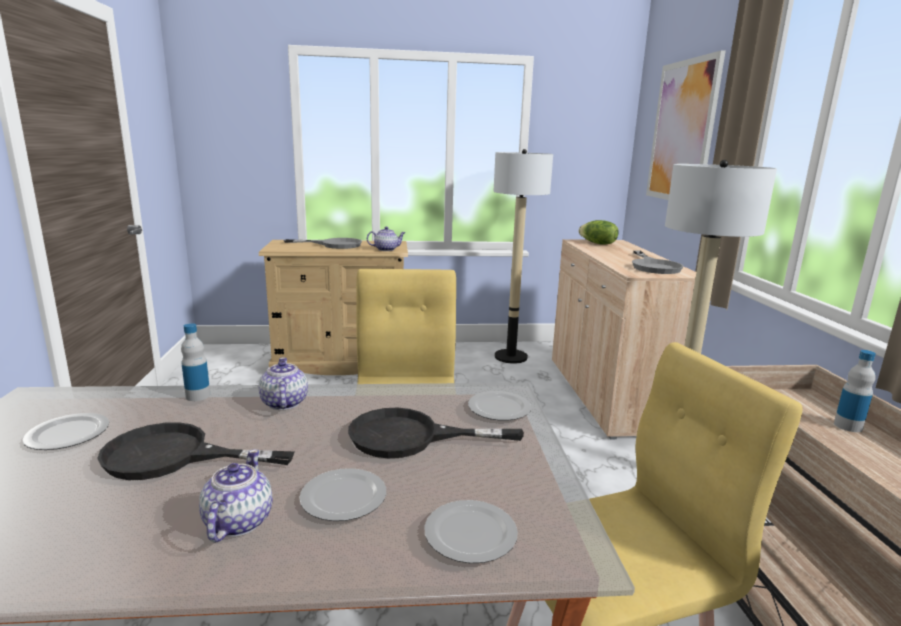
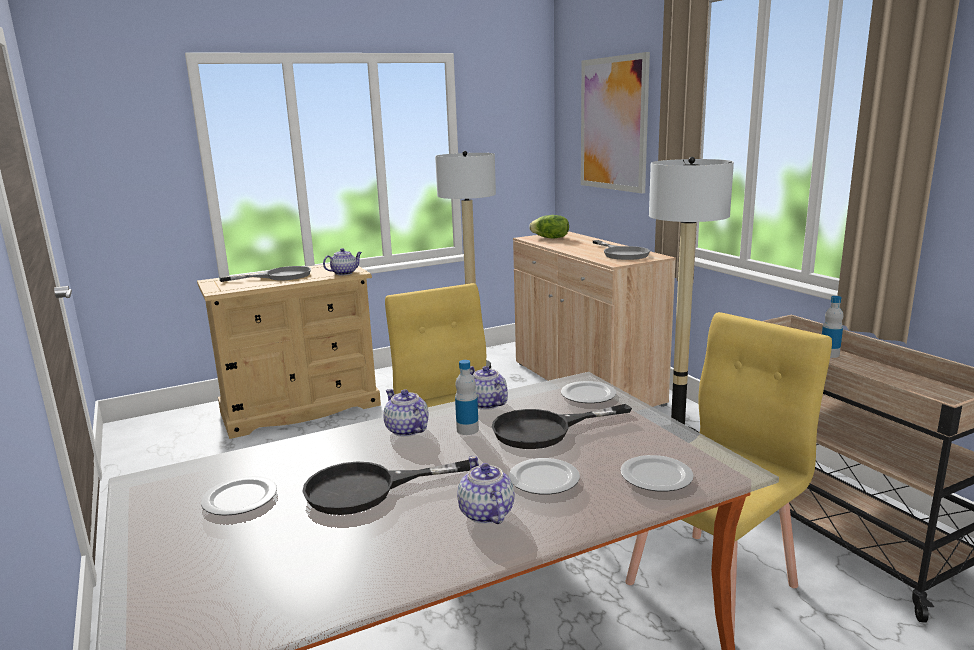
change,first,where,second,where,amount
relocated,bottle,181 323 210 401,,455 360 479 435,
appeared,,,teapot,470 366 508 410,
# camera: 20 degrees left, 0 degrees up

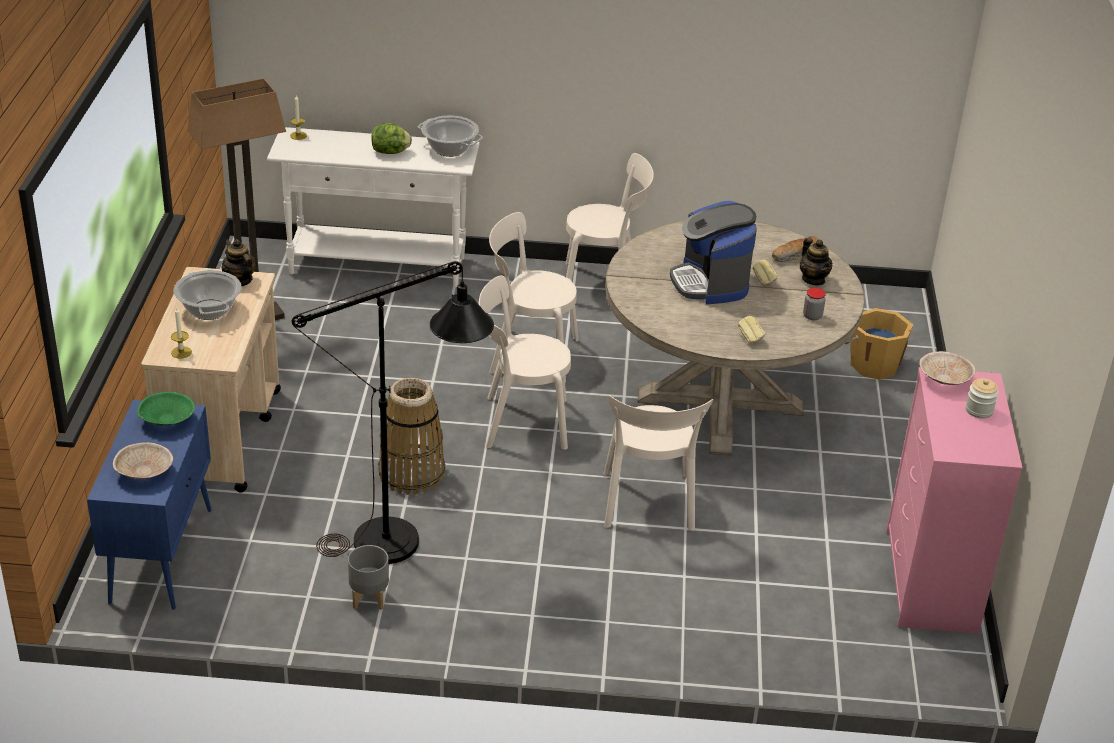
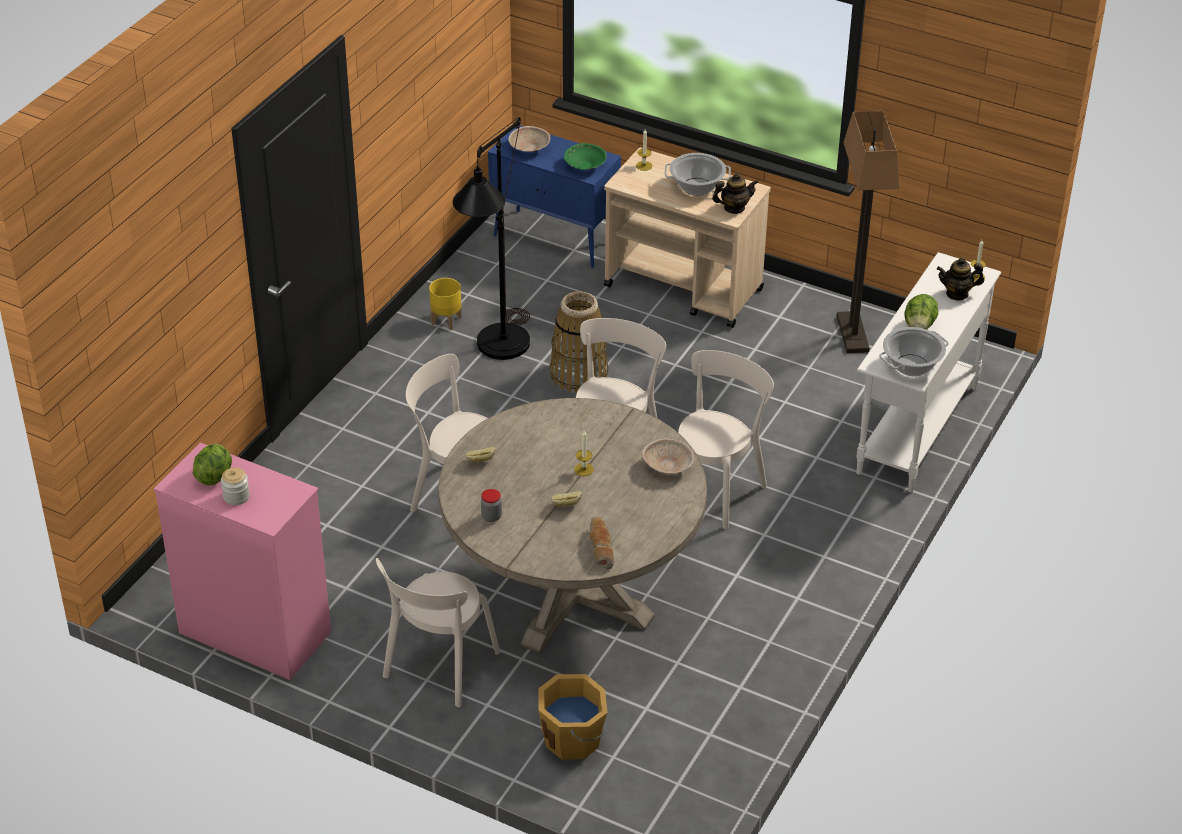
change,first,where,second,where,amount
relocated,beige chair,566 153 654 280,,376 558 500 707,
exchanged,coffee machine,670 201 757 304,candle,574 431 594 476,
relocated,teapot,800 237 832 286,,937 258 984 301,
relocated,beige bowl,919 351 975 385,,642 438 694 473,
colour,grey planter,348 545 389 610,yellow planter,429 278 462 330,
appeared,,,lettuce,193 444 232 486,
# camera: 115 degrees right, 5 degrees up

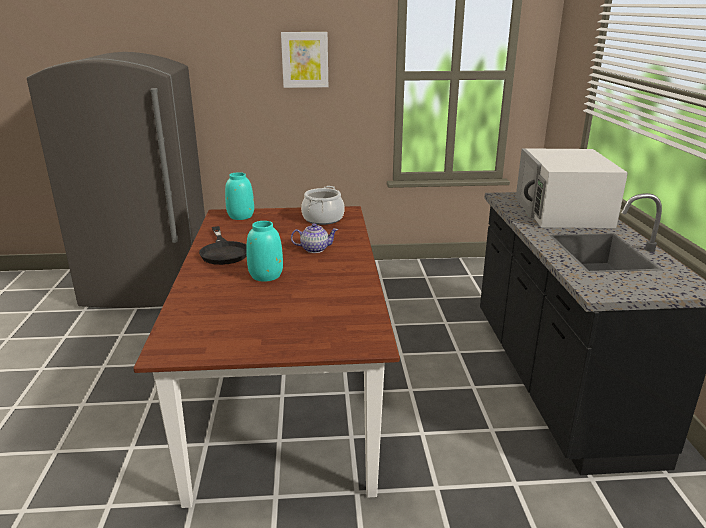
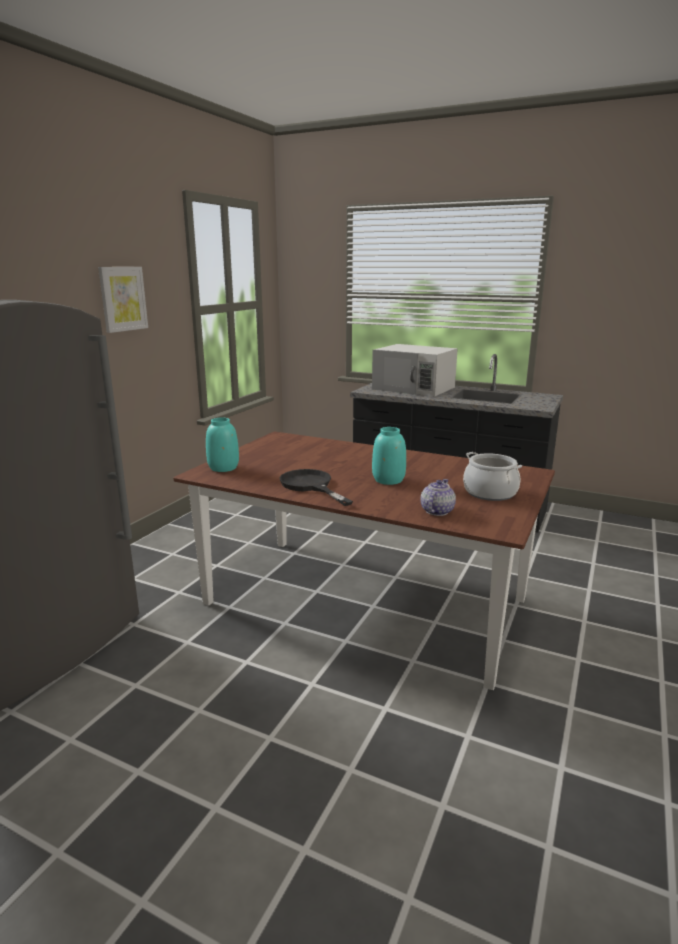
change,first,where,second,where,amount
relocated,cooking pot,301 186 345 225,,463 452 522 501,
relocated,teapot,291 223 338 253,,421 479 456 516,
spun,black frying pan,199 226 247 265,,280 469 353 506,135 degrees counterclockwise
# camera: 60 degrees left, 5 degrees down

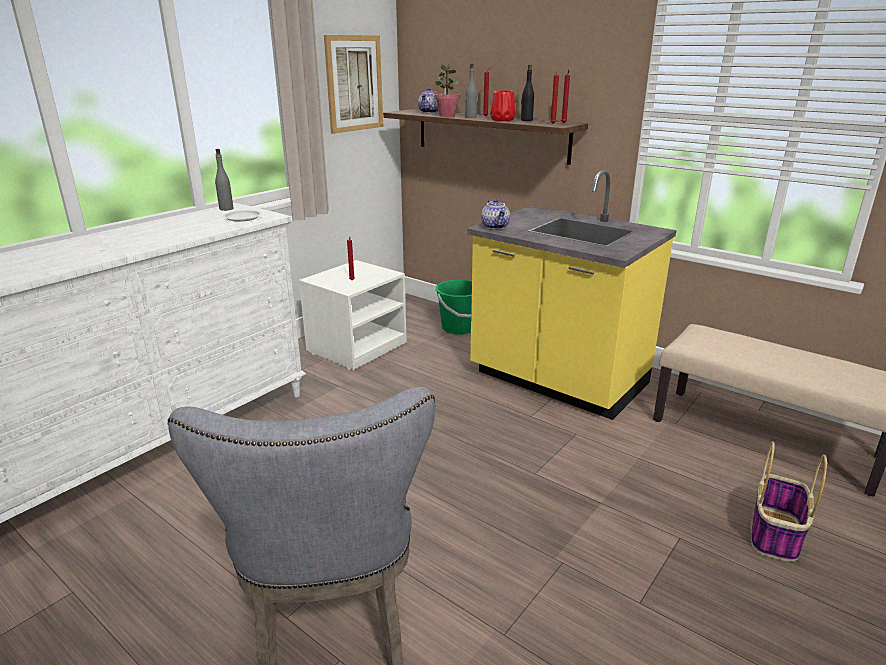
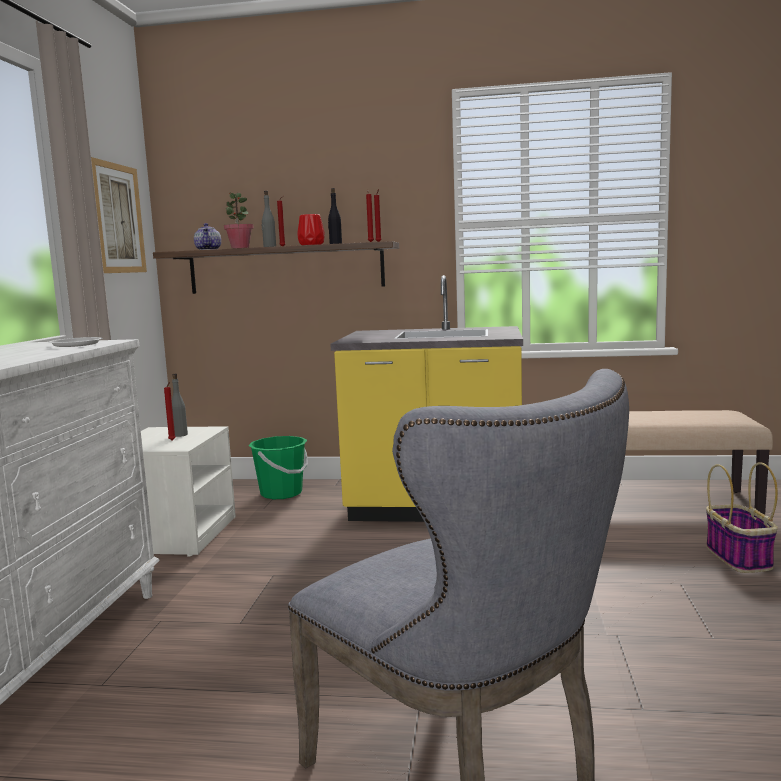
change,first,where,second,where,amount
relocated,grey bottle,215 149 233 211,,172 374 188 437,
missing,teapot,481 199 510 229,,,
# camera: 30 degrees left, 15 degrees down

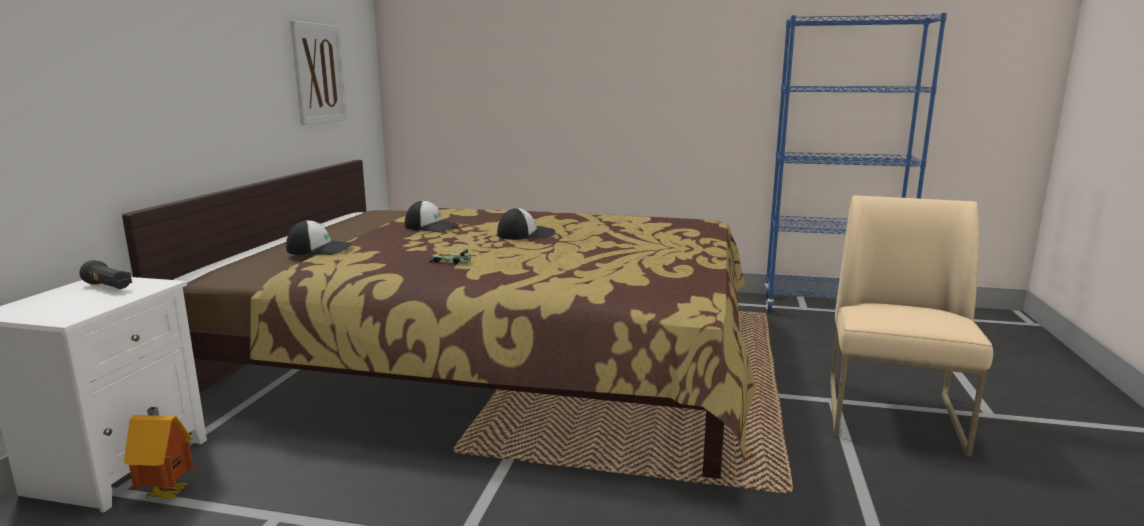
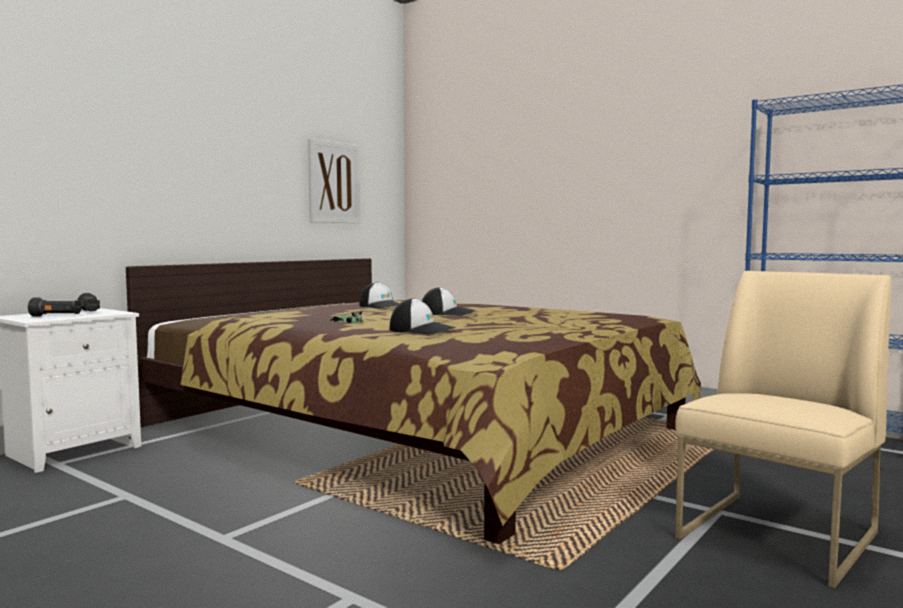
change,first,where,second,where,amount
relocated,cap,286 220 352 255,,390 298 456 334,
missing,toy house,124 407 194 500,,,
appeared,,,black flashlight,28 298 82 317,
# camera: 25 degrees right, 10 degrees down

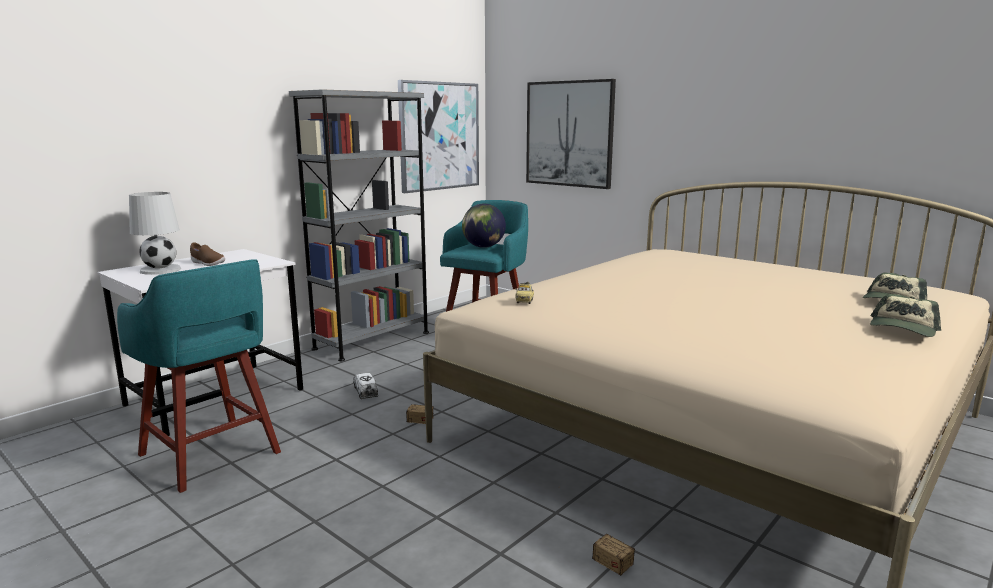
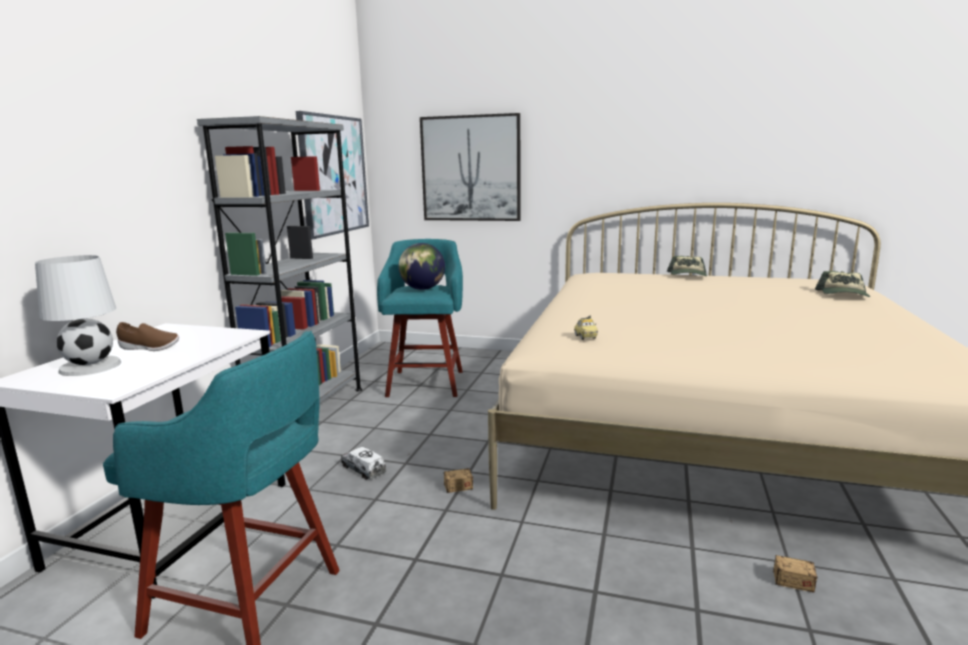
change,first,where,second,where,amount
relocated,cap,870 294 941 337,,667 256 707 276,
# camera: 25 degrees left, 0 degrees up

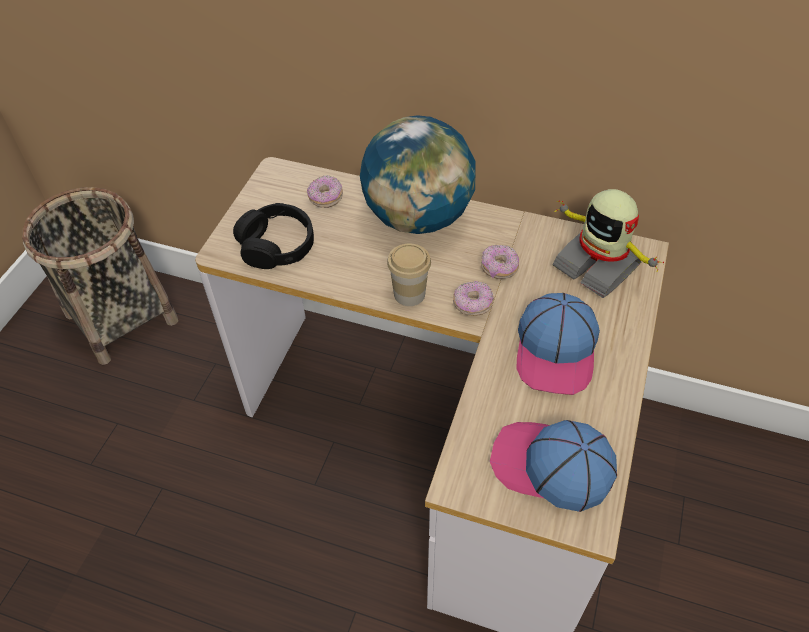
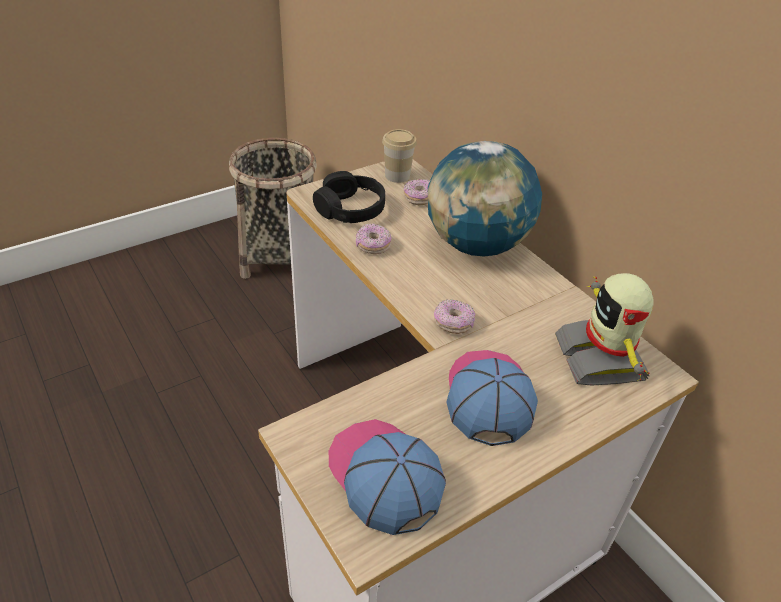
change,first,where,second,where,amount
relocated,cup,387 244 431 306,,382 129 417 183,
relocated,donut,481 245 519 279,,356 223 392 254,
spun,cap,517 293 600 395,,446 350 538 446,135 degrees clockwise
# camera: 35 degrees right, 10 degrees down

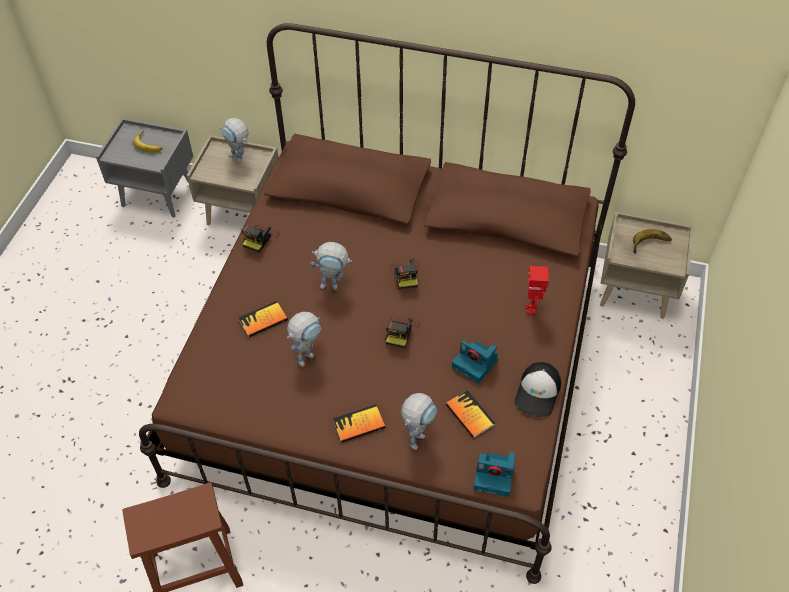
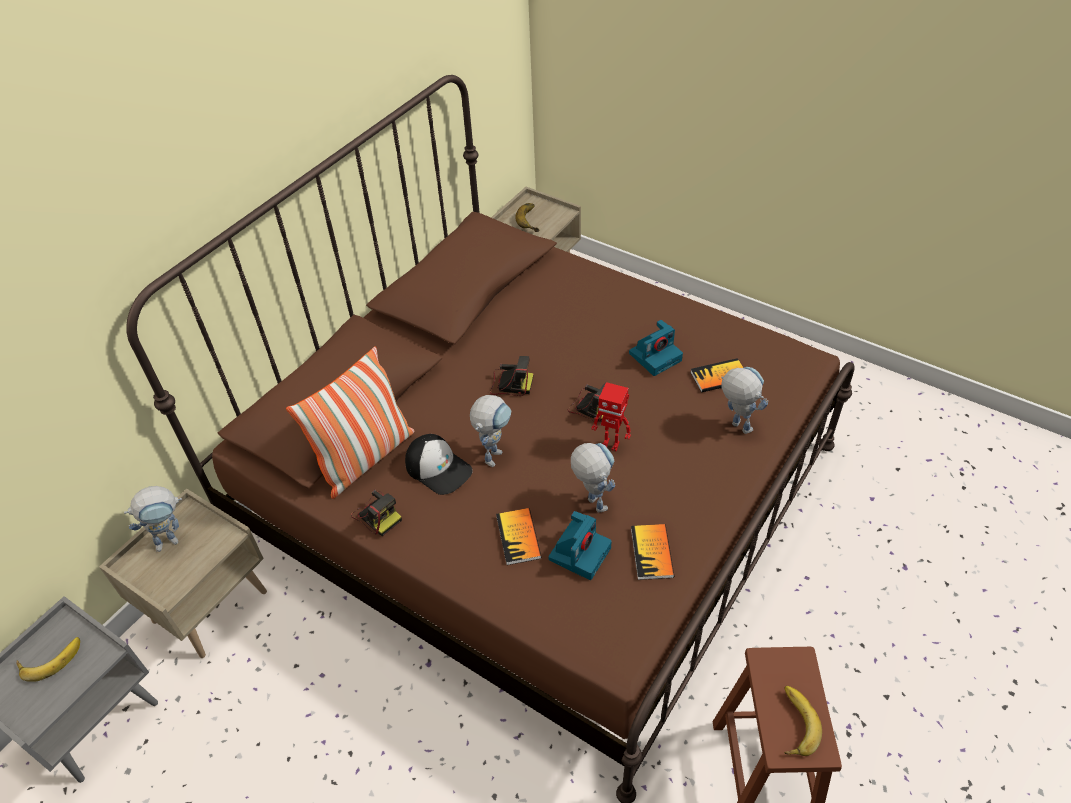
change,first,where,second,where,amount
relocated,toy robot,526 266 549 315,,591 382 631 452,
relocated,cap,514 362 561 417,,405 434 472 495,
relocated,book,333 404 386 443,,631 524 674 580,
relocated,photo camera,474 451 515 497,,548 511 612 580,
appeared,,,pillow,286 346 414 499,
appeared,,,banana,784 686 822 756,
# camera: 70 degrees left, 5 degrees down

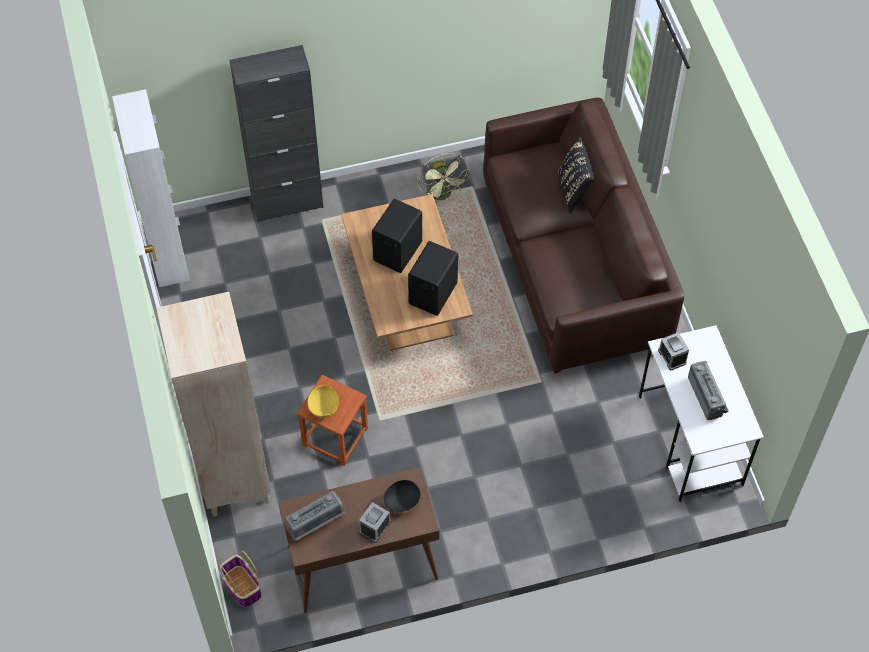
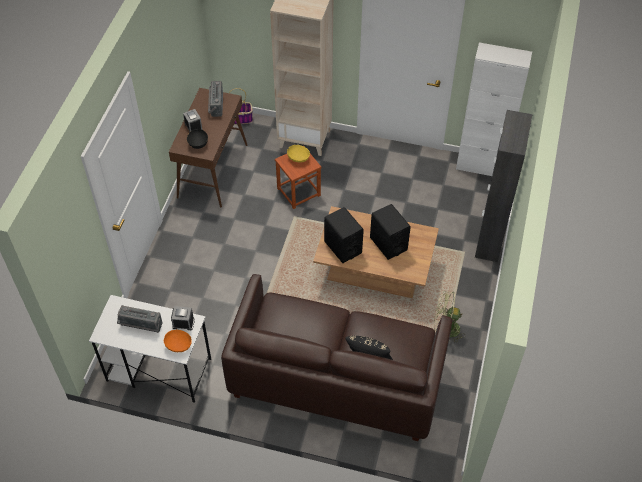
change,first,where,second,where,amount
appeared,,,orange bowl,164 329 192 352,
# camera: 120 degrees right, 5 degrees down

